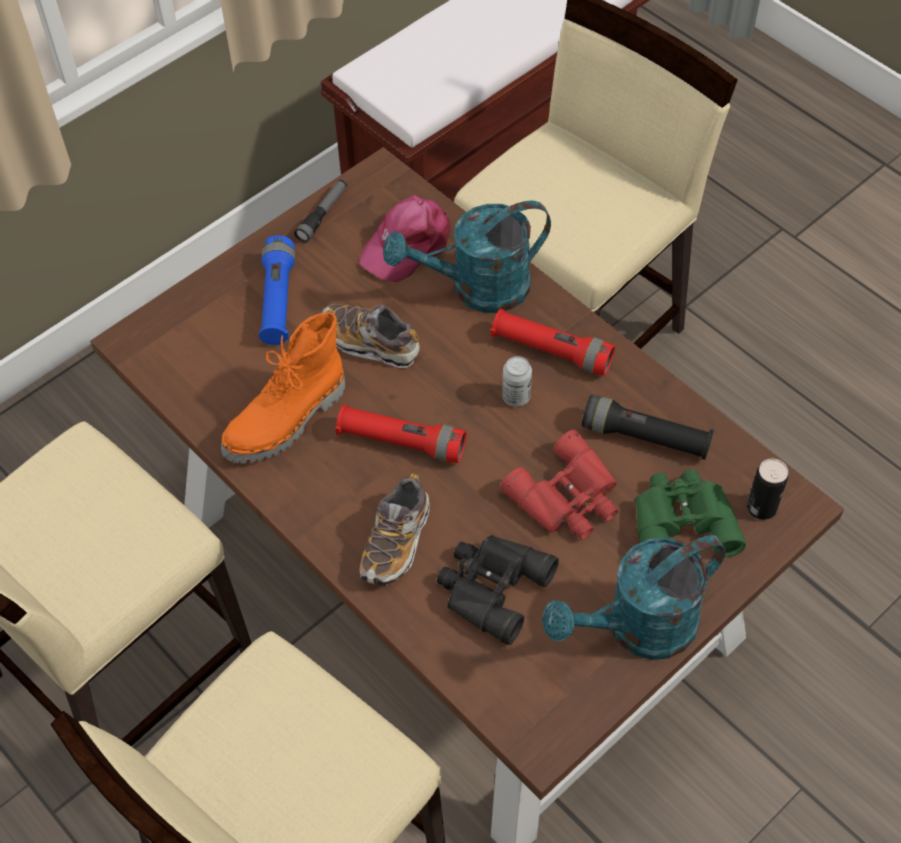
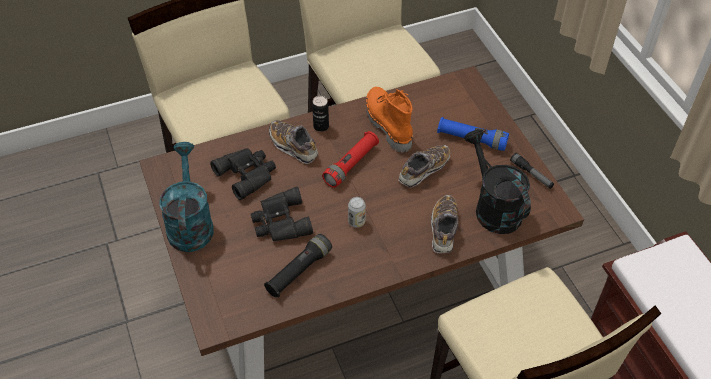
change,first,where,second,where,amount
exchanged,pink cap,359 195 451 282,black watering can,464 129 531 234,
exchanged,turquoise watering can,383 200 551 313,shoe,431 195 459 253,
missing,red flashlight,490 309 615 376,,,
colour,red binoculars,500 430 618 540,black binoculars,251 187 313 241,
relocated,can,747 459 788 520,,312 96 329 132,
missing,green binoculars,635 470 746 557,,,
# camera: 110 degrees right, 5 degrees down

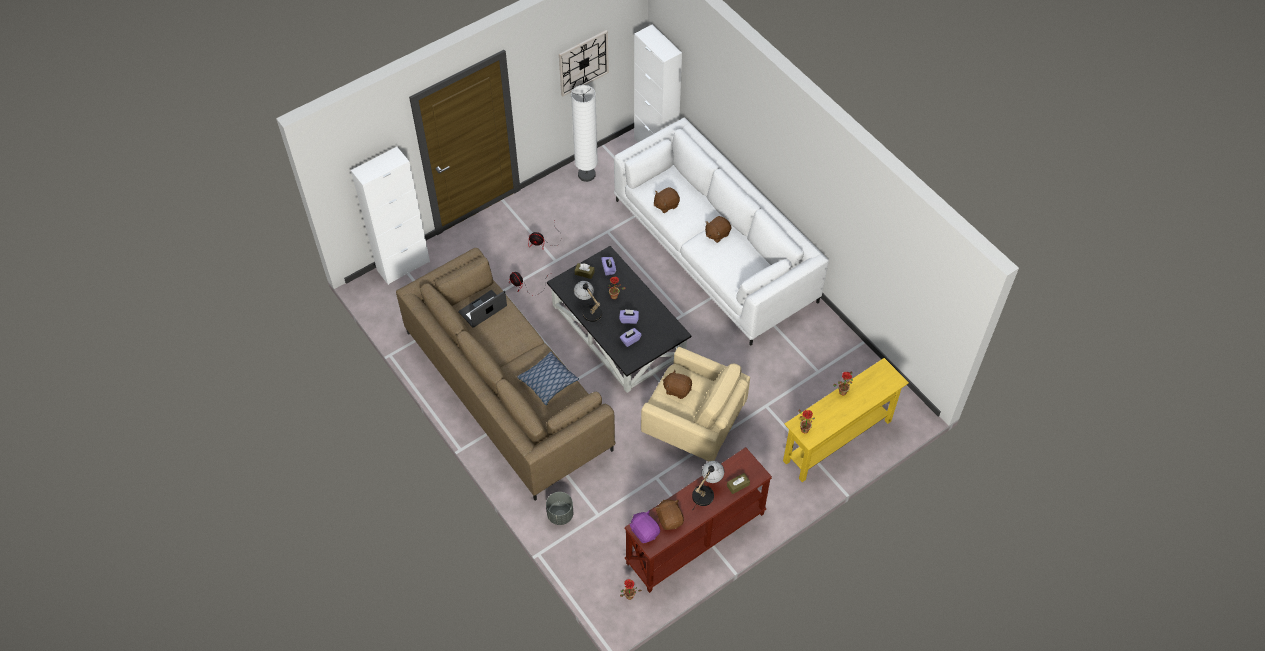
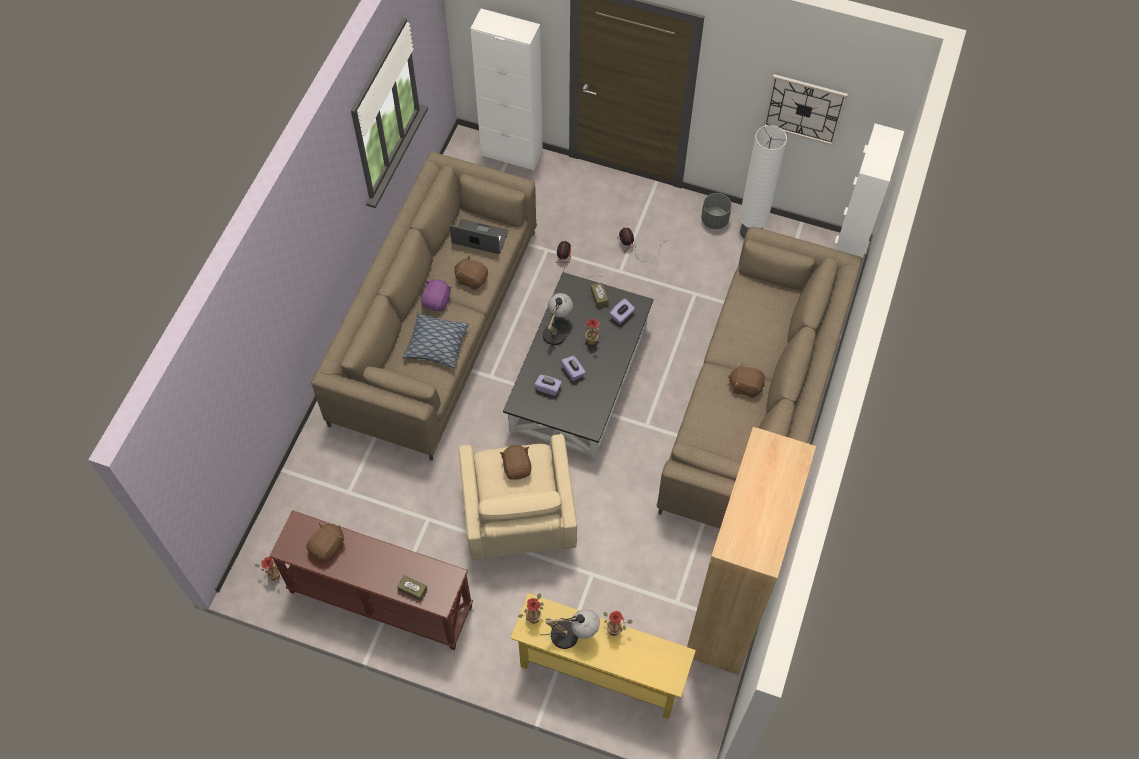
change,first,where,second,where,amount
colour,white sofa,614 118 829 346,brown sofa,657 226 862 529,
relocated,brown plush toy,654 187 680 213,,454 255 488 290,
relocated,table lamp,692 461 724 511,,540 609 600 649,
relocated,grey planter,546 492 573 525,,701 193 732 229,
relocated,purple plush toy,629 510 660 543,,421 279 452 312,
appeared,,,brown bookcase,687 427 816 675,
# camera: 55 degrees right, 5 degrees up

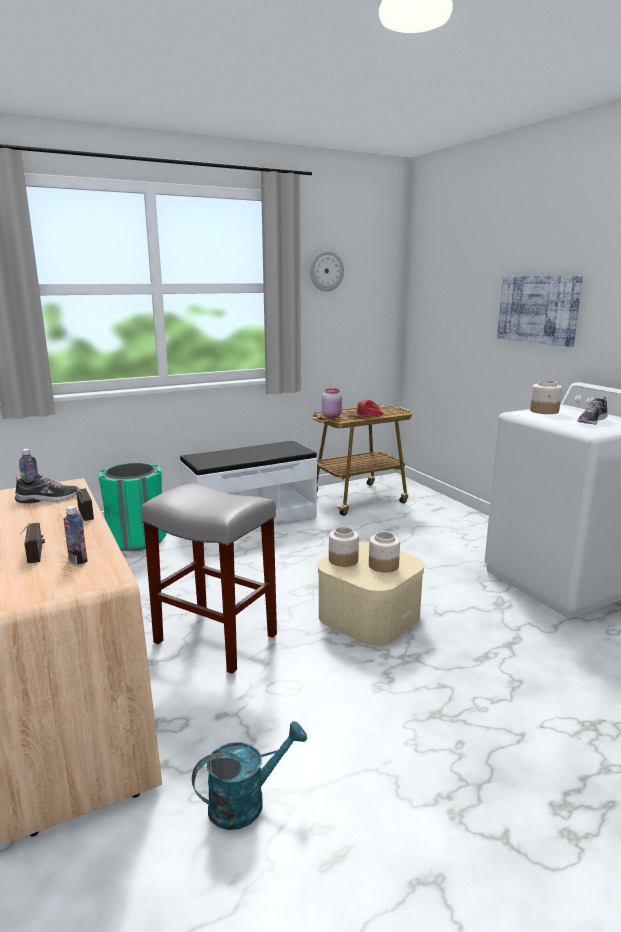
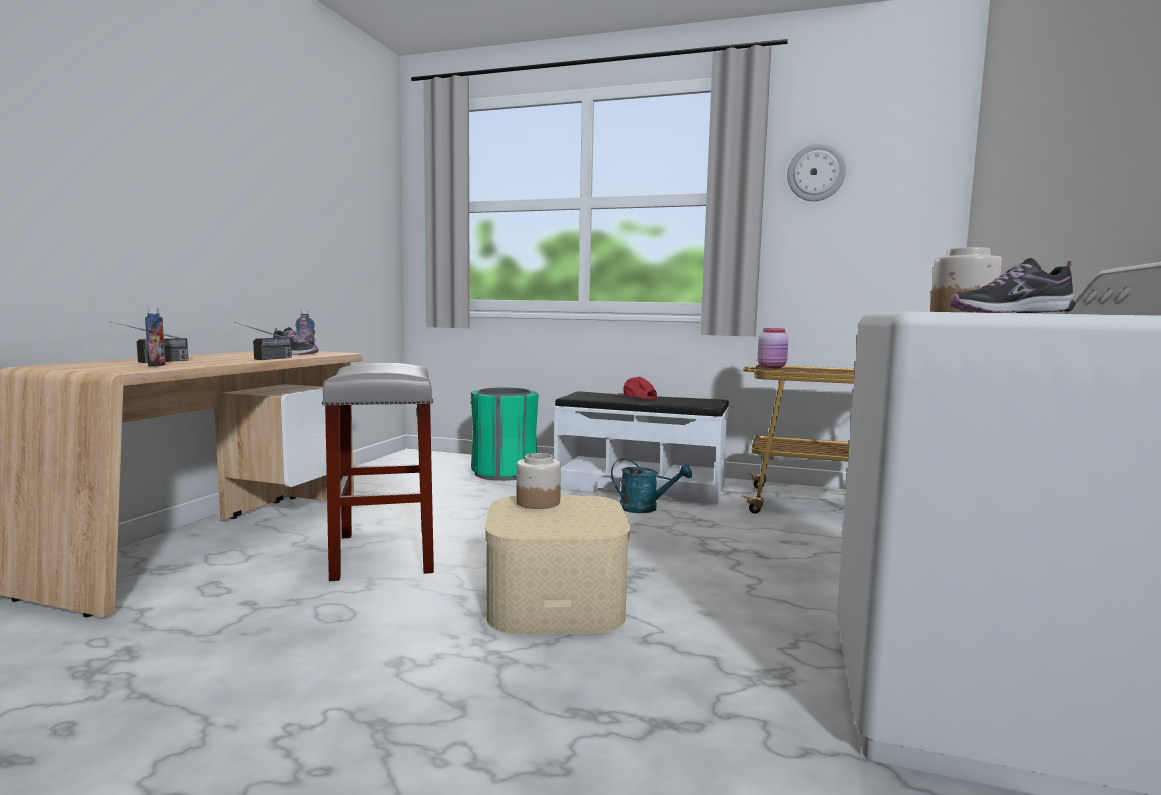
change,first,where,second,where,amount
missing,picture,497 276 583 347,,,
relocated,red cap,349 400 383 417,,614 376 657 400,
missing,jar,369 532 400 573,,,
relocated,turquoise watering can,192 721 307 830,,611 459 692 513,
# camera: 45 degrees right, 10 degrees down

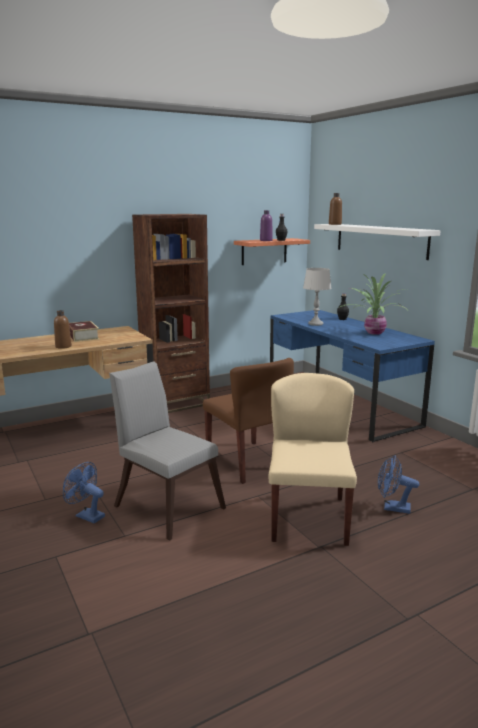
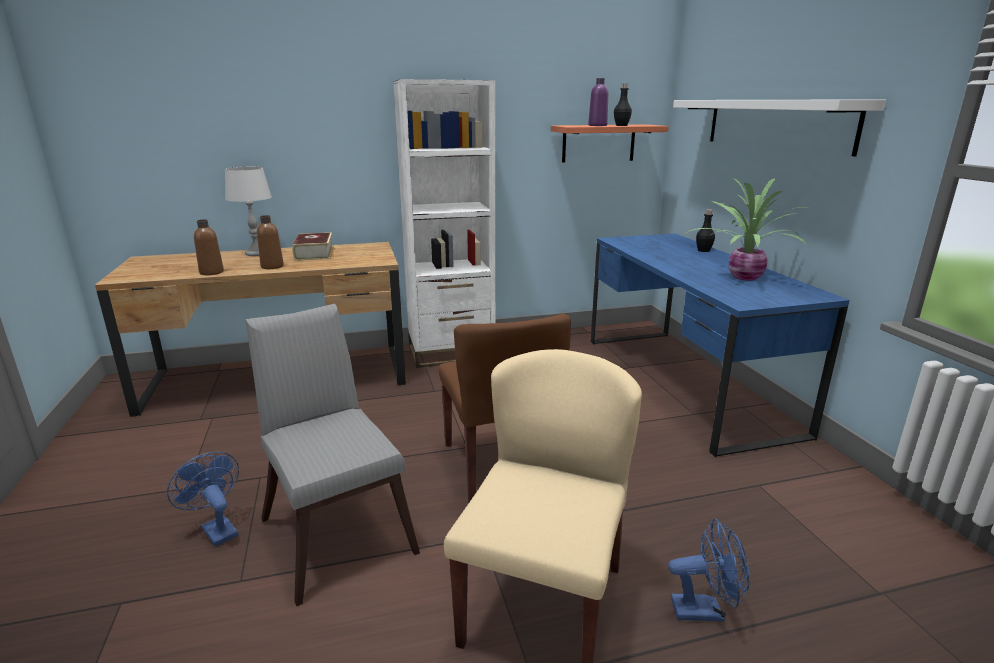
change,first,where,second,where,amount
relocated,brown bottle,329 193 342 225,,194 219 224 275,
colour,brown bookcase,132 214 210 413,white bookcase,393 79 495 368,
relocated,grey table lamp,303 268 332 326,,225 167 272 256,
spun,blue fan,378 455 419 514,,668 519 750 622,150 degrees clockwise
# camera: 15 degrees right, 5 degrees up

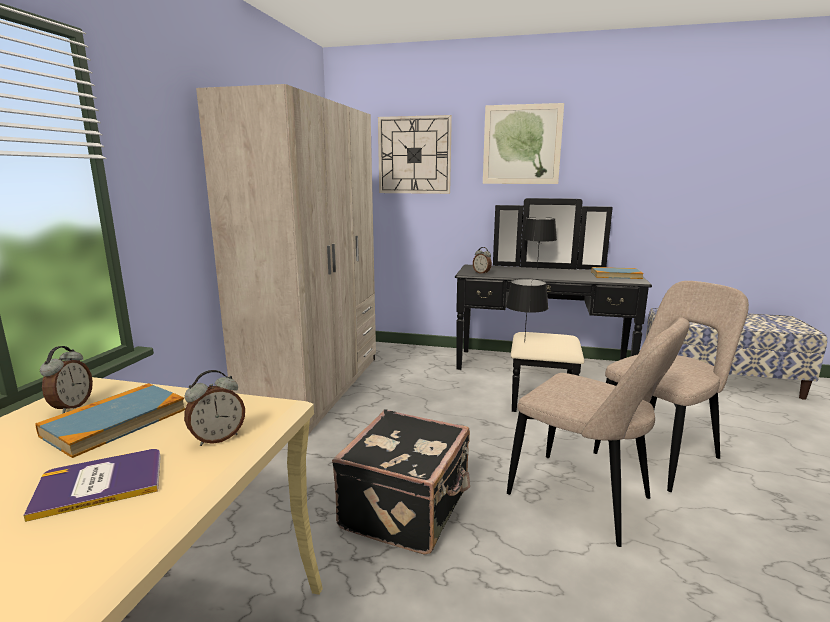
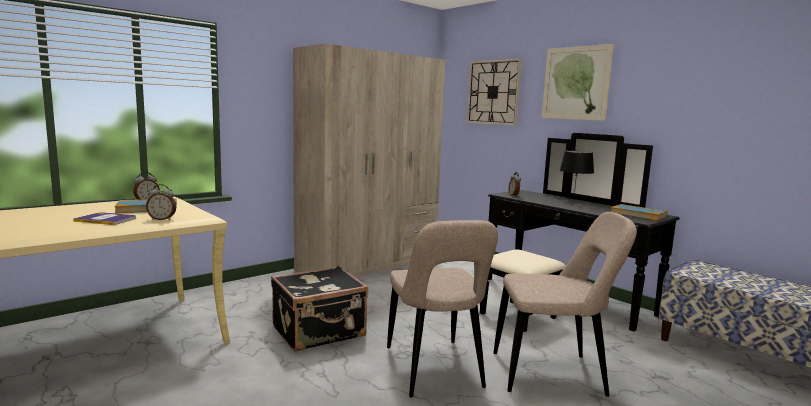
change,first,where,second,where,amount
missing,black table lamp,506 279 548 343,,,
# camera: 35 degrees right, 5 degrees down

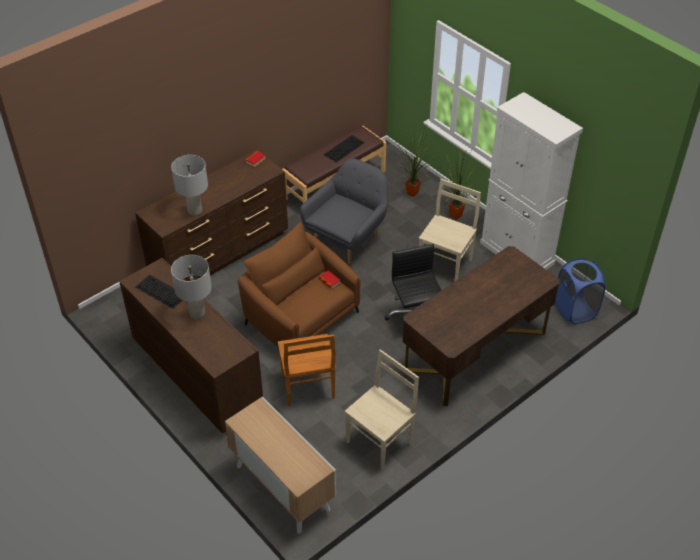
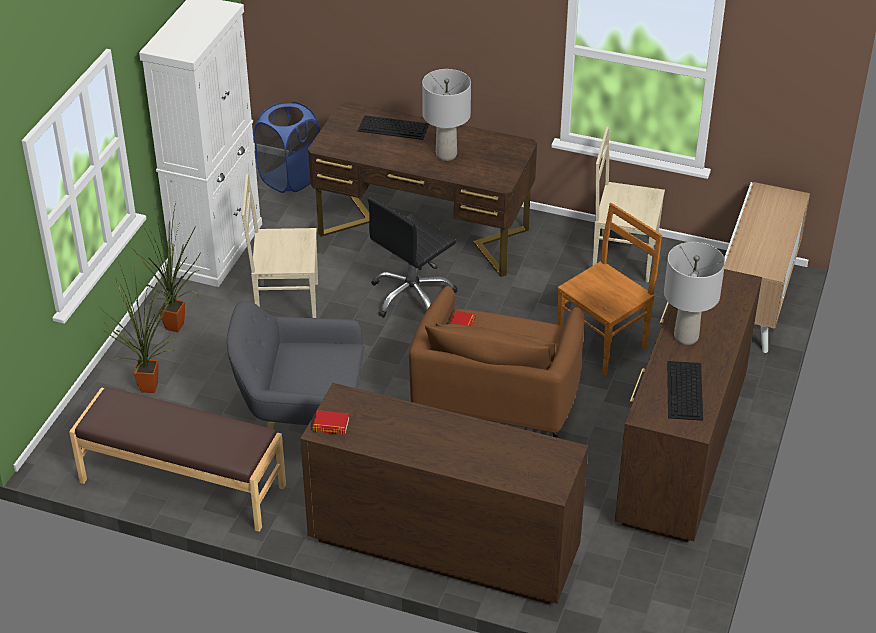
change,first,where,second,where,amount
relocated,keyboard,324 135 365 162,,358 115 429 140,
relocated,grey table lamp,171 155 208 216,,422 69 471 161,
# camera: 120 degrees left, 5 degrees down

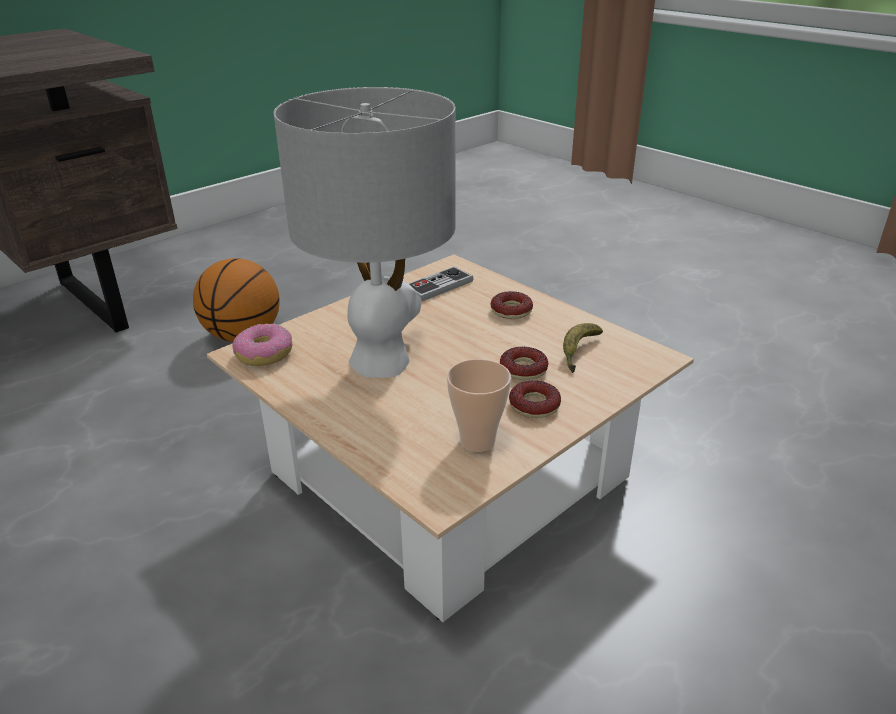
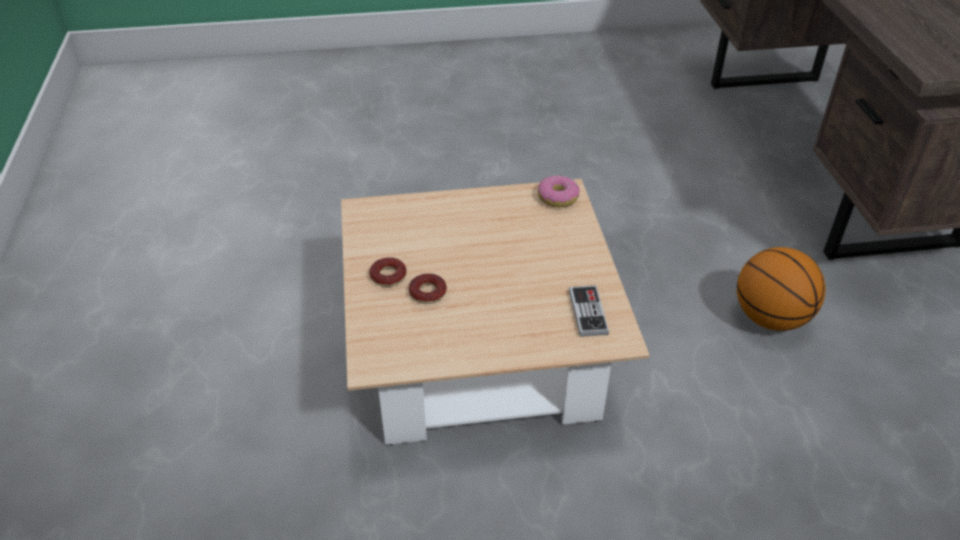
change,first,where,second,where,amount
missing,grey table lamp,274 87 456 378,,,
missing,donut,491 291 533 319,,,
missing,banana,563 323 603 373,,,
missing,cup,447 359 511 452,,,
# camera: 125 degrees right, 10 degrees up

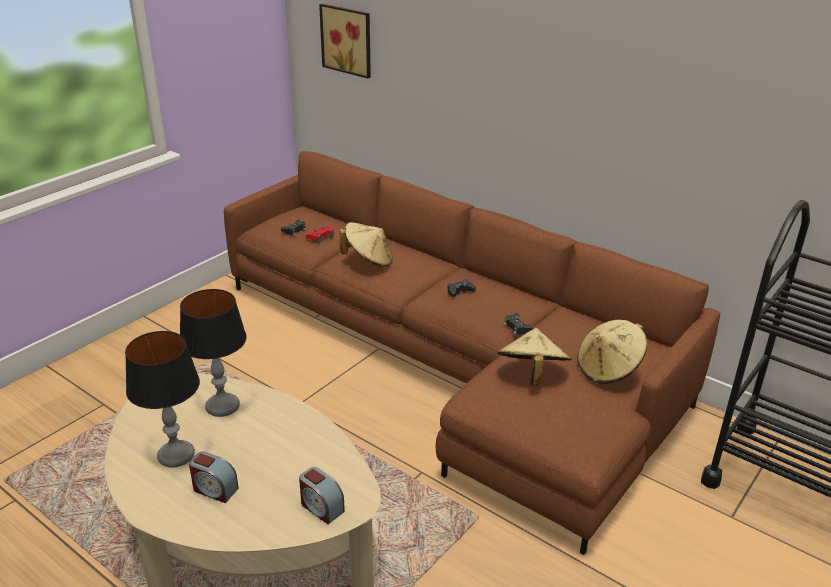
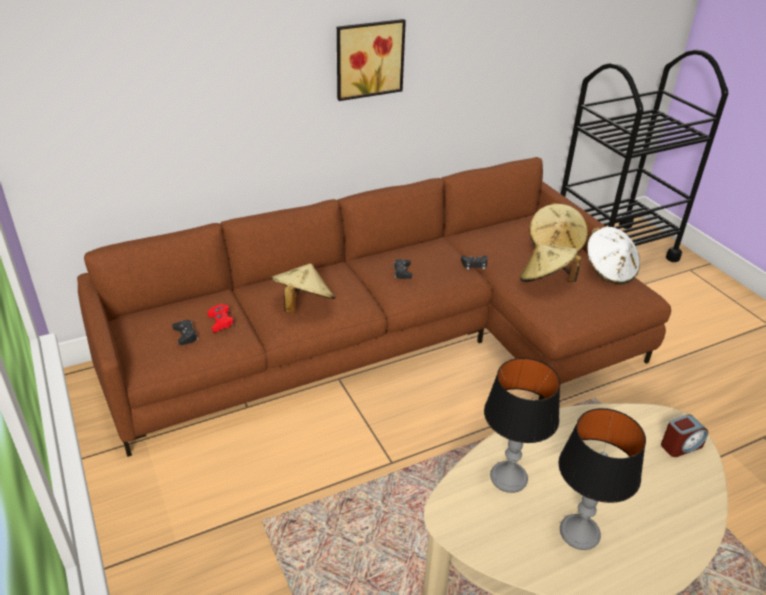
change,first,where,second,where,amount
relocated,picture,319 4 371 78,,337 19 406 101,
missing,alarm clock,189 451 239 503,,,
appeared,,,white hat,587 227 640 284,
# camera: 65 degrees left, 5 degrees up

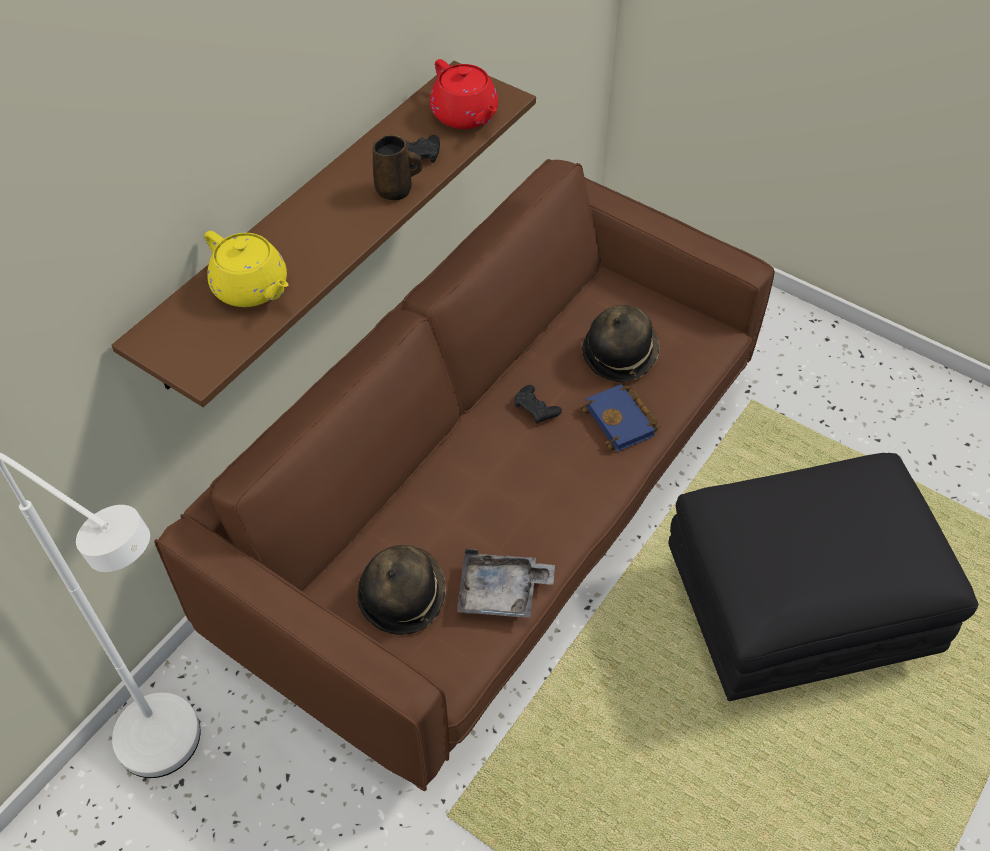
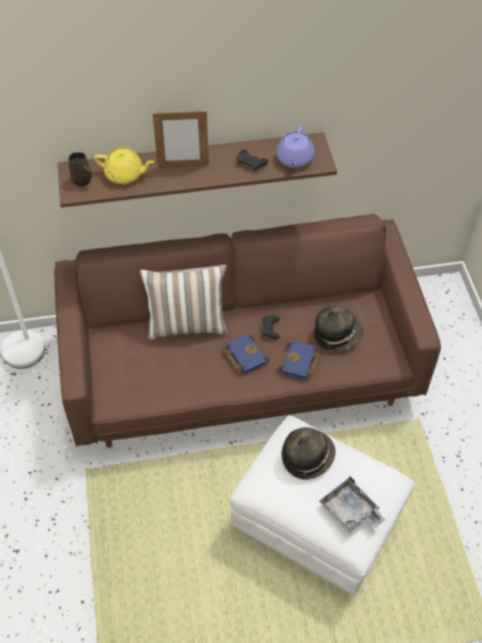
change,first,where,second,where,amount
colour,red teapot,430 59 498 129,purple teapot,276 126 315 168,
relocated,brown mug,373 135 422 200,,68 152 92 187,
spun,yellow teapot,204 231 289 307,,94 147 154 184,75 degrees counterclockwise
colour,black ottoman,669 453 979 701,white ottoman,229 415 416 596,
relocated,hat,357 545 446 635,,282 427 335 480,
relocated,grey tray,457 549 555 618,,319 476 386 533,
appeared,,,picture frame,152 109 209 168,
appeared,,,pillow,140 265 229 340,
appeared,,,blue book,223 334 270 375,
# camera: 45 degrees right, 0 degrees up

